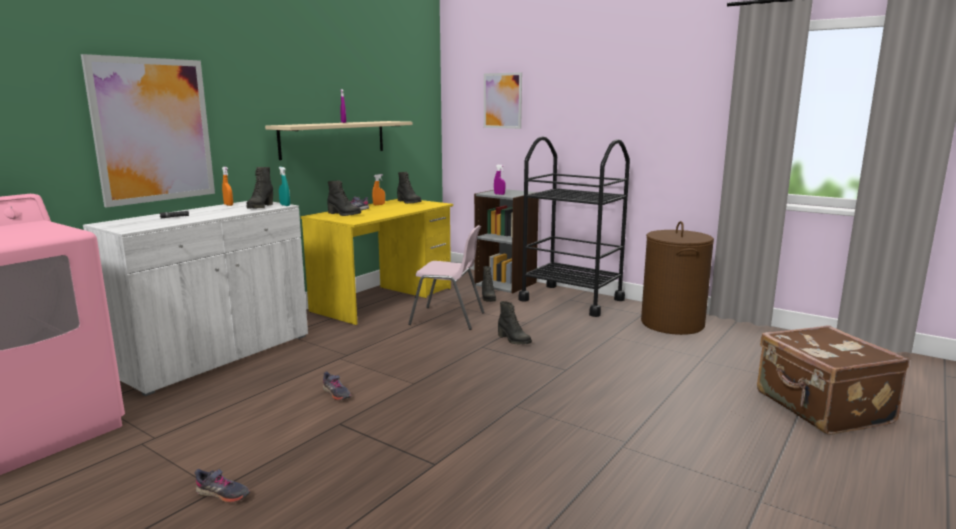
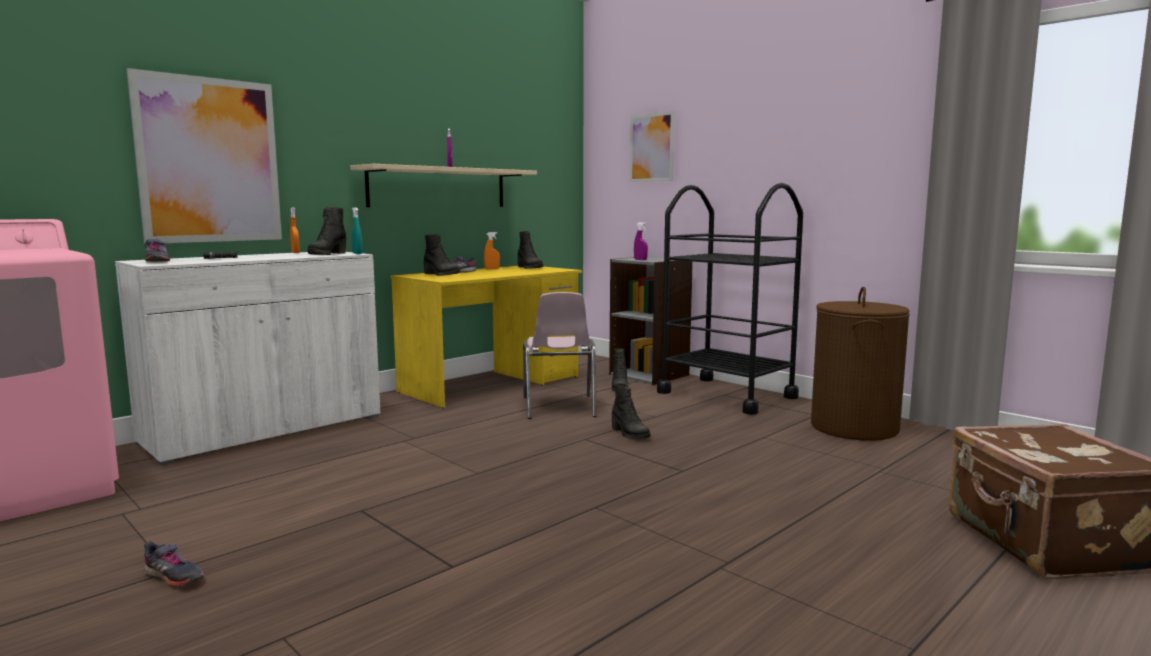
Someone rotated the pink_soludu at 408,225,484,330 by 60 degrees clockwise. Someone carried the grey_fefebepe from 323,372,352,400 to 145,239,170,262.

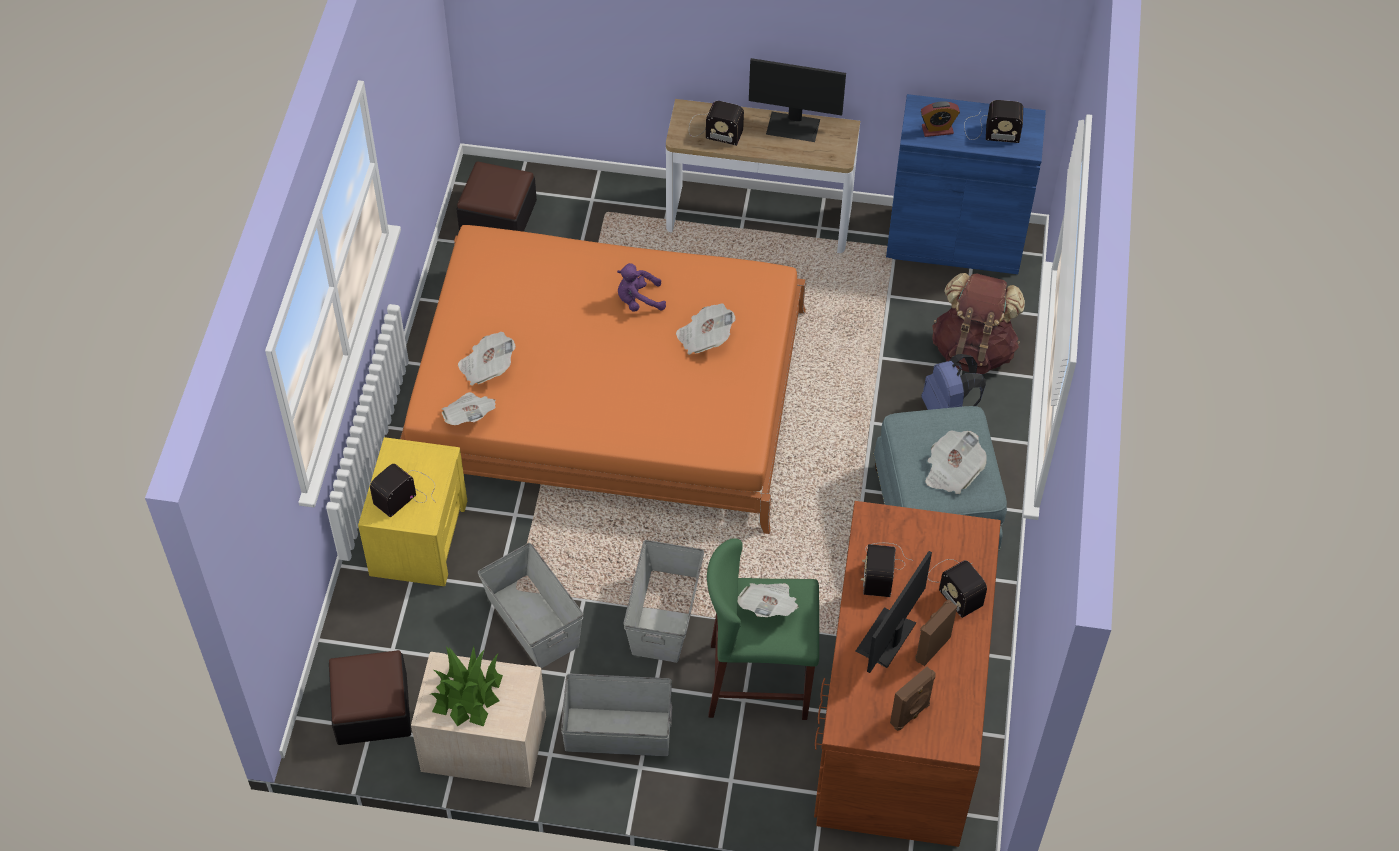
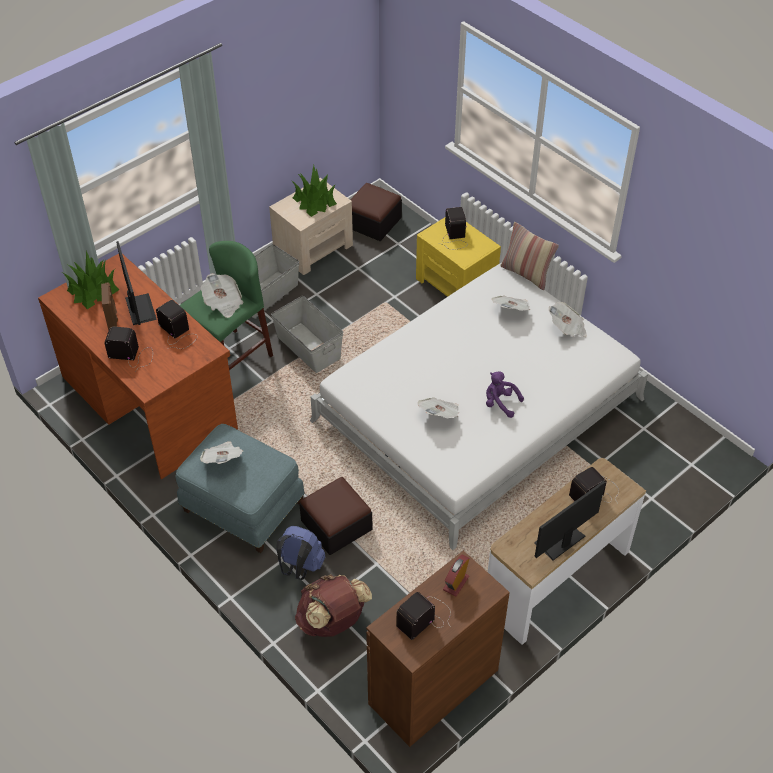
Someone repainted the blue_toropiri at 886,94,1046,274, which became the brown_toropiri at 366,551,510,747. Someone carried the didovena from 456,161,537,232 to 299,477,372,555. Someone repainted the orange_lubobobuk at 400,225,806,534, which became the white_lubobobuk at 310,263,648,550. Someone rotated the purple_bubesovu at 617,263,666,312 by 90 degrees counterclockwise. Someone carried the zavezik from 442,392,496,425 to 549,302,587,337. Someone took away the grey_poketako at 478,543,583,669. Someone swapped the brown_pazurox at 890,666,936,731 for the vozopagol at 63,250,120,309. Someone put down the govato at 500,222,559,290.

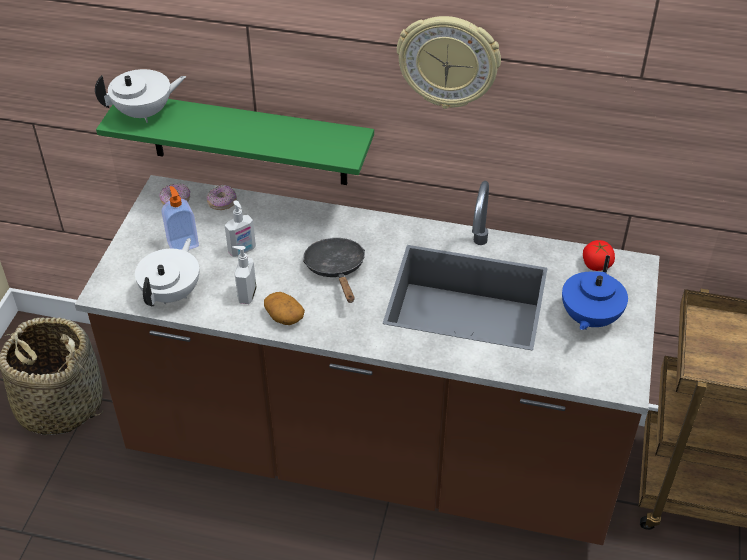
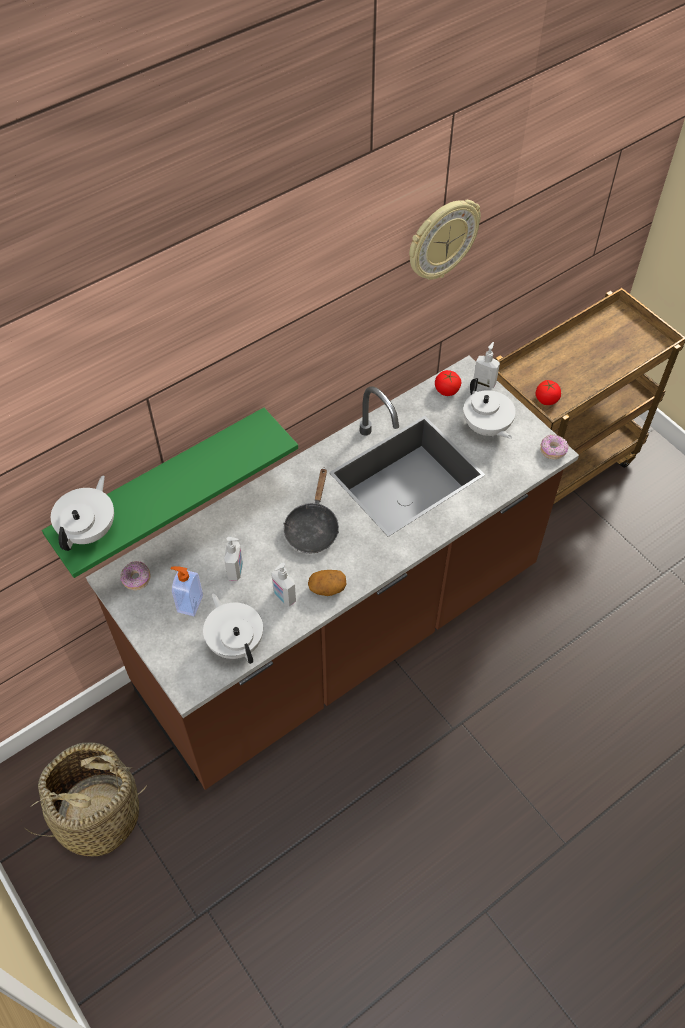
Someone carried the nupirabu from 397,16,501,109 to 409,200,481,280. Someone carried the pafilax from 207,185,237,210 to 541,434,569,459. Someone rotated the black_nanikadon at 303,238,365,303 by 105 degrees counterclockwise. Someone repainted the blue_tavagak at 562,255,628,330, which became the white_tavagak at 463,378,516,439. Someone put down the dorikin at 473,342,500,388. Someone put down the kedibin at 536,380,561,405.

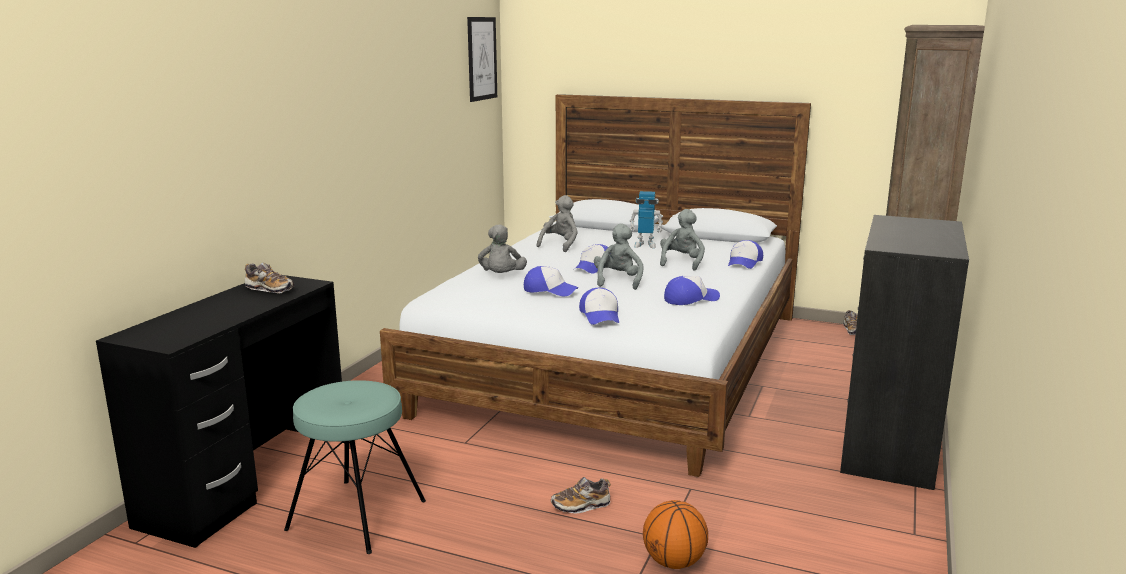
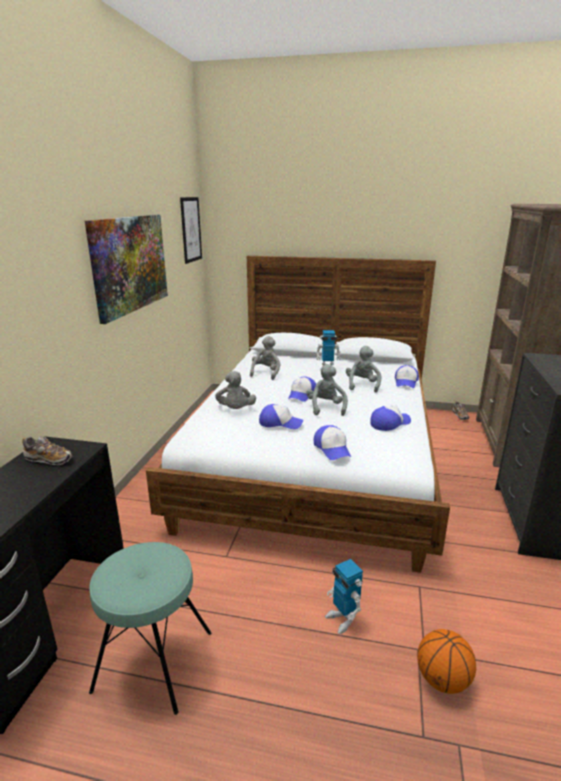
Someone swapped the fefebepe at 551,477,611,513 for the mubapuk at 325,559,363,634. Someone put up the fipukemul at 85,215,168,324.

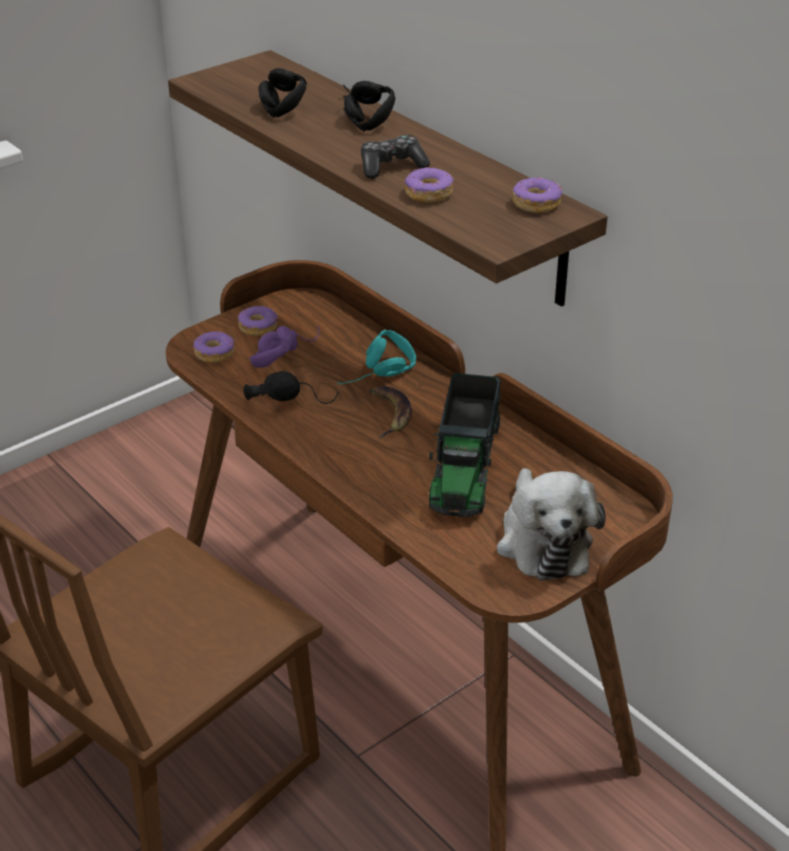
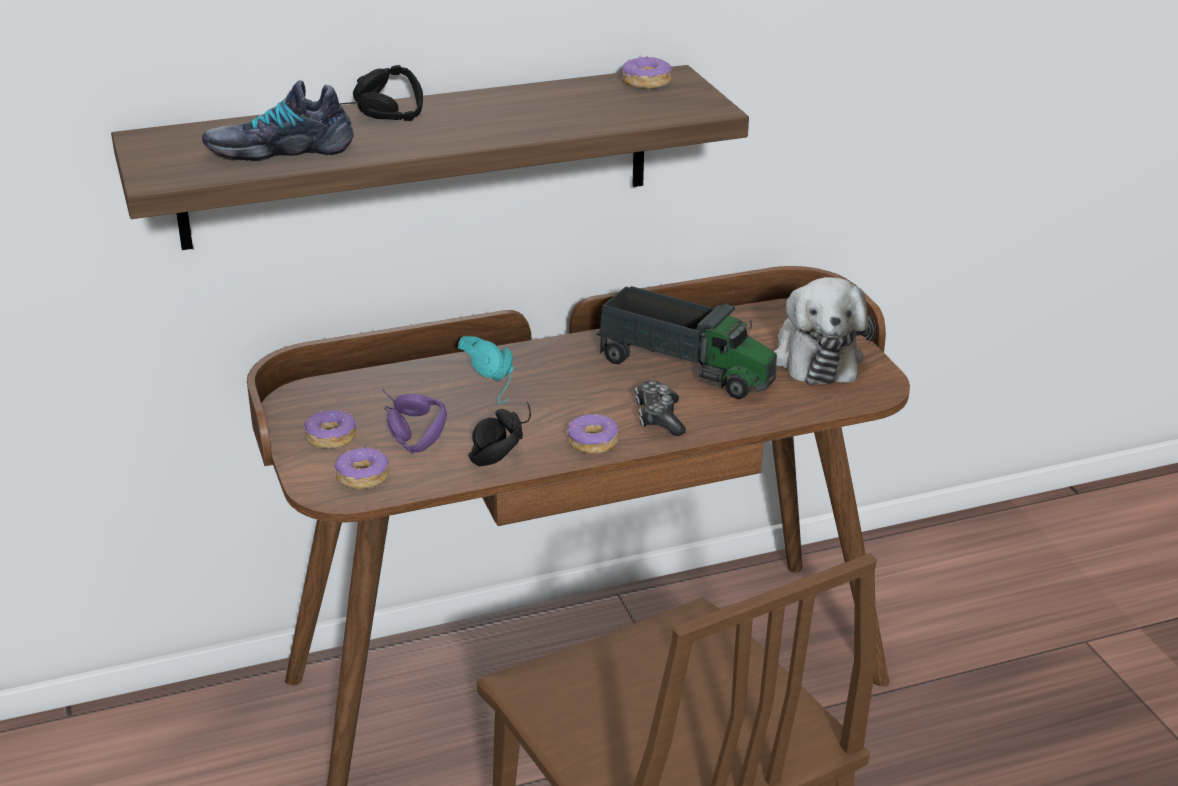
Someone swapped the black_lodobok at 258,68,307,118 for the fefebepe at 202,80,354,161. Someone carried the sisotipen from 361,135,430,179 to 635,380,686,436. Someone carried the pafilax from 405,167,454,203 to 567,414,619,454. Someone took away the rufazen at 369,386,412,438. Someone rotated the bubesovu at 497,468,606,581 by 75 degrees clockwise.

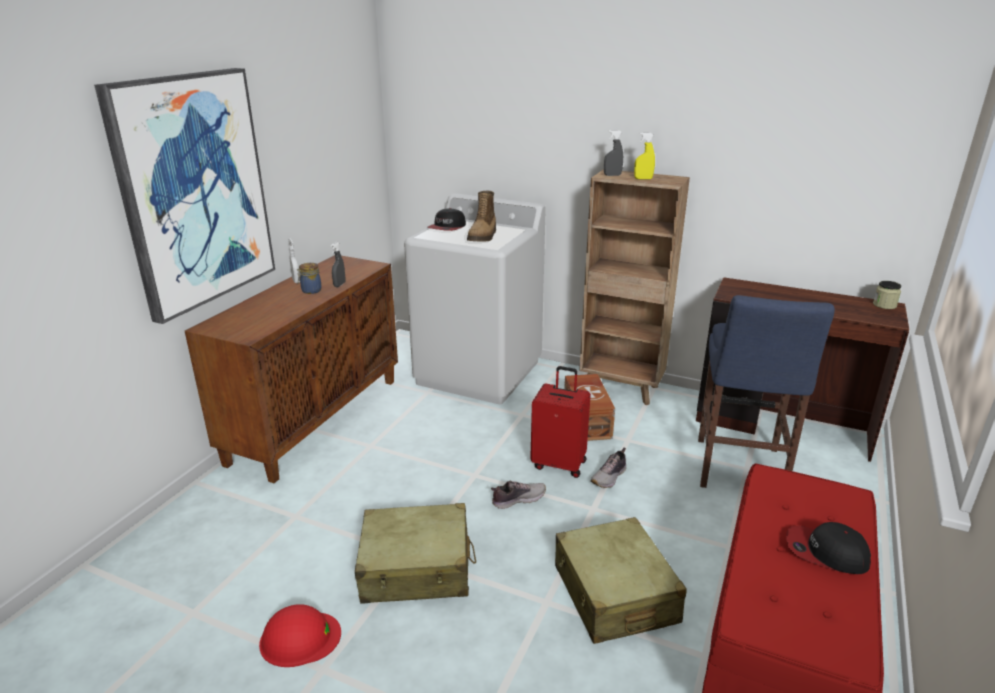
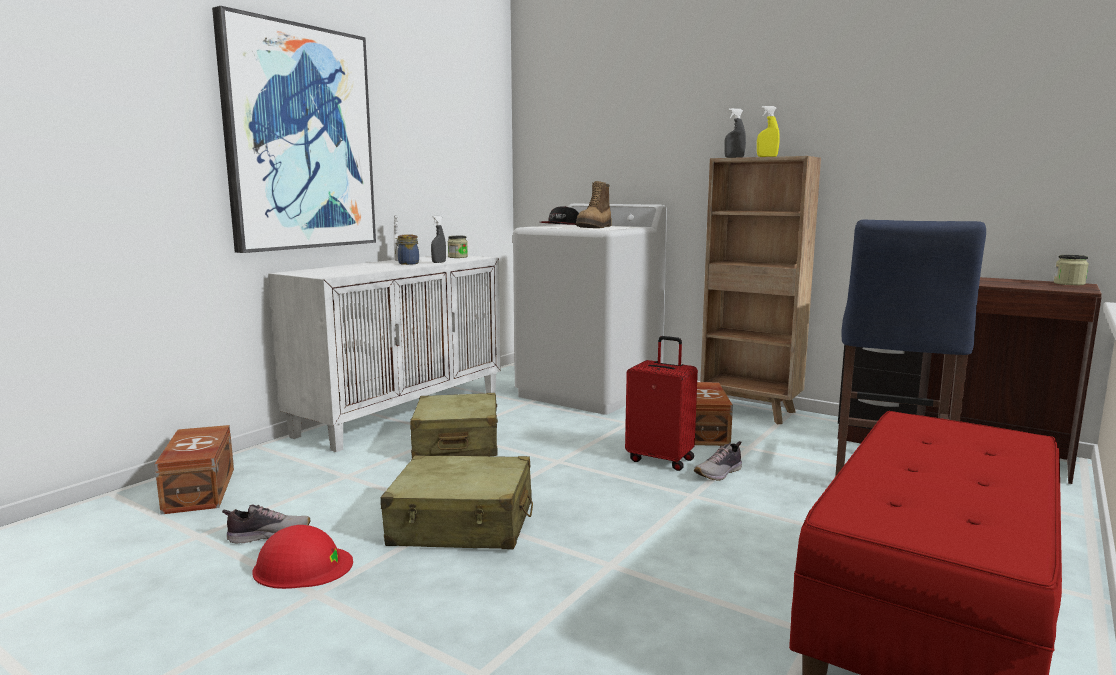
Someone repainted the brown_toropiri at 185,255,398,483, which became the white_toropiri at 268,254,501,452. Someone carried the fefebepe from 491,480,546,509 to 222,504,310,544. Someone carried the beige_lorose from 555,517,687,644 to 410,393,498,458. Someone took away the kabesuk at 786,522,871,574. Someone put down the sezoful at 448,236,468,258. Someone put down the brown_poketako at 155,425,234,515.

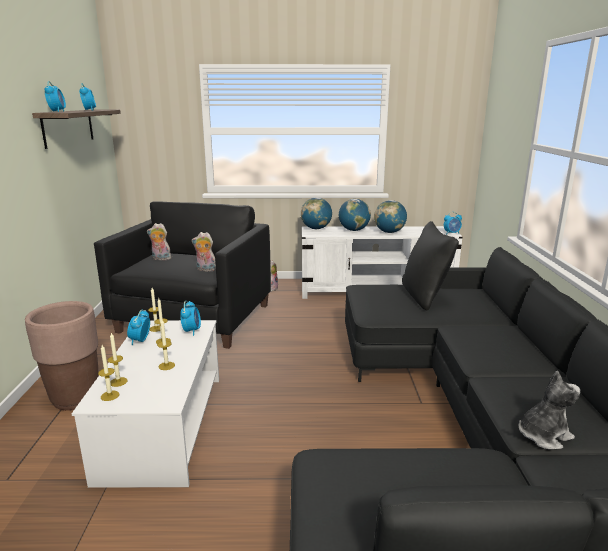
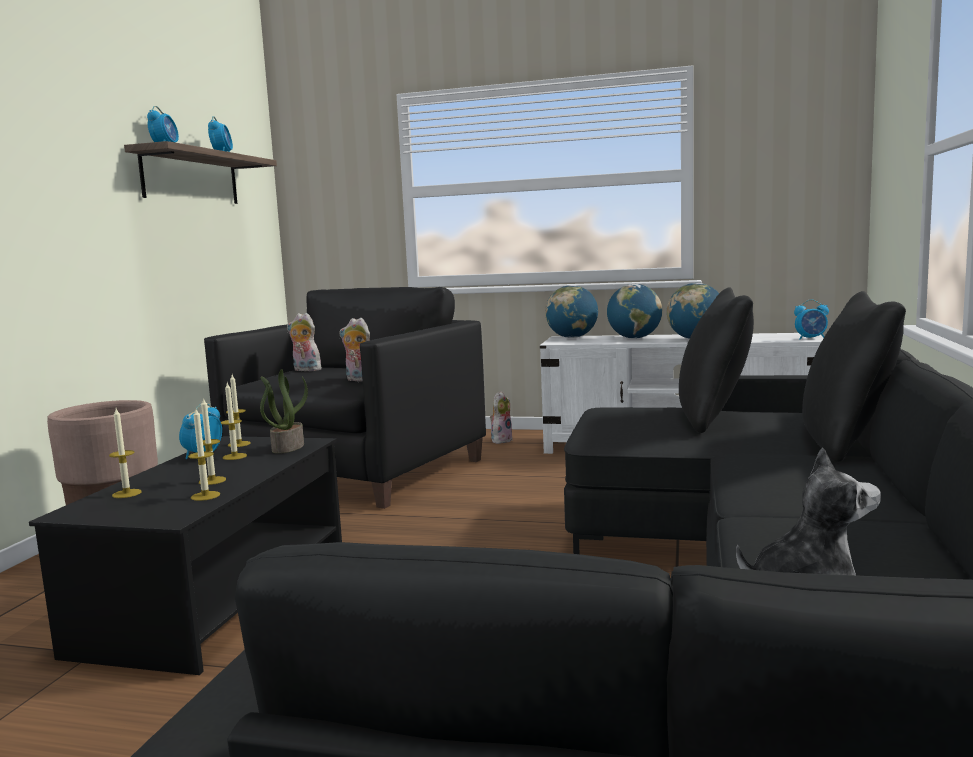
Someone swapped the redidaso at 180,301,201,336 for the vozopagol at 260,369,308,454. Someone repainted the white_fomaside at 72,320,219,488, which became the black_fomaside at 29,436,342,675. Someone carried the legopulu from 98,345,119,401 to 188,409,220,501. Someone put down the black_govato at 802,291,906,462.

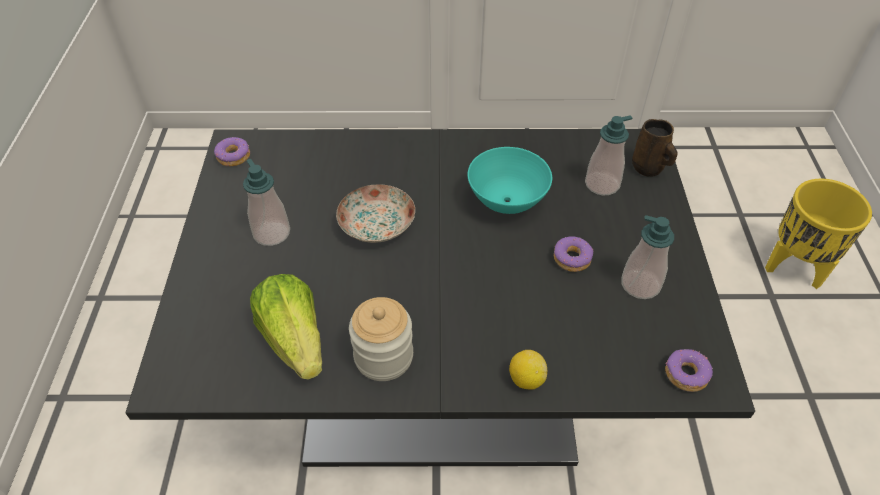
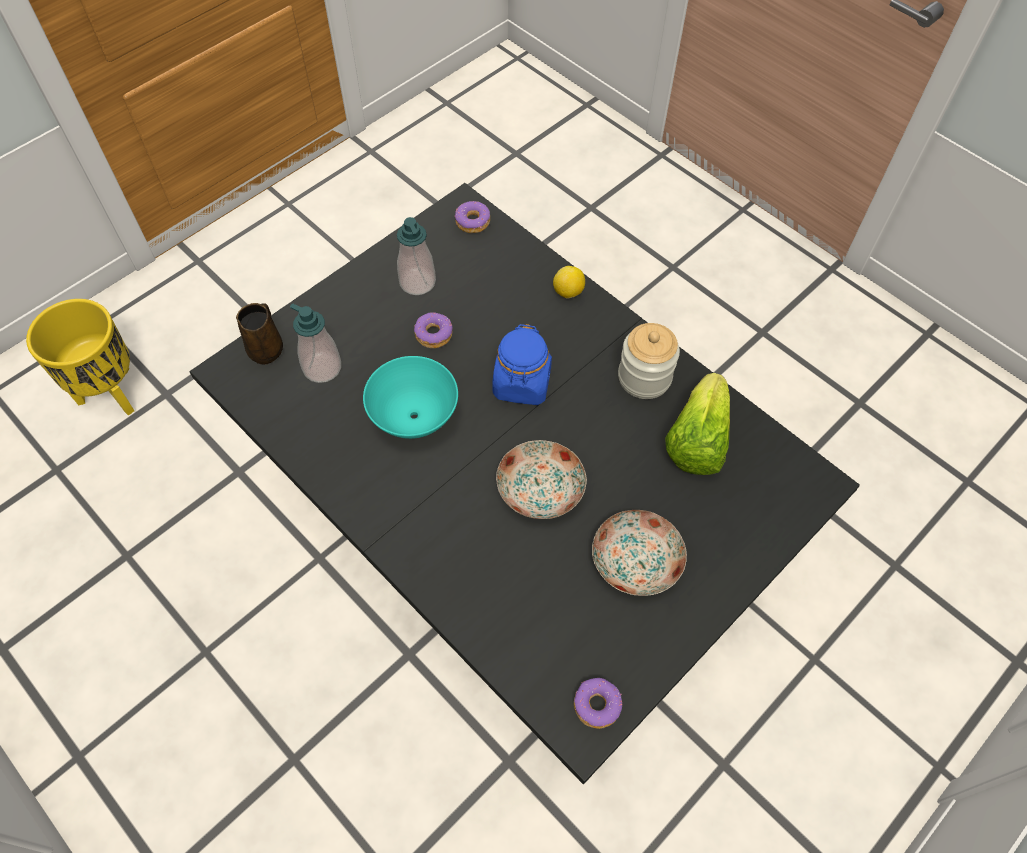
Someone swapped the dorikin at 243,159,290,246 for the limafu at 592,510,687,596. Someone put down the blue_sezoful at 492,324,552,405.

